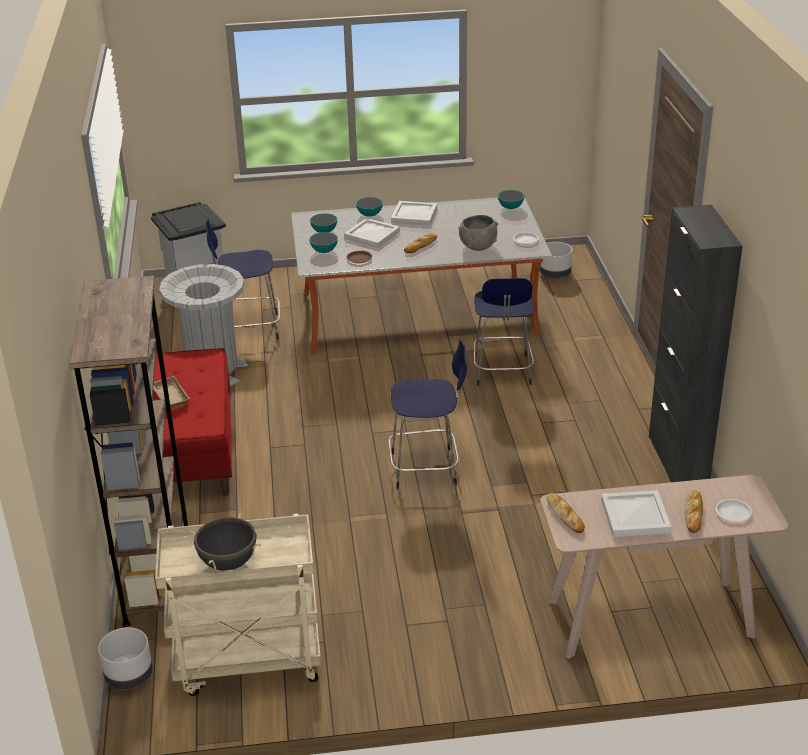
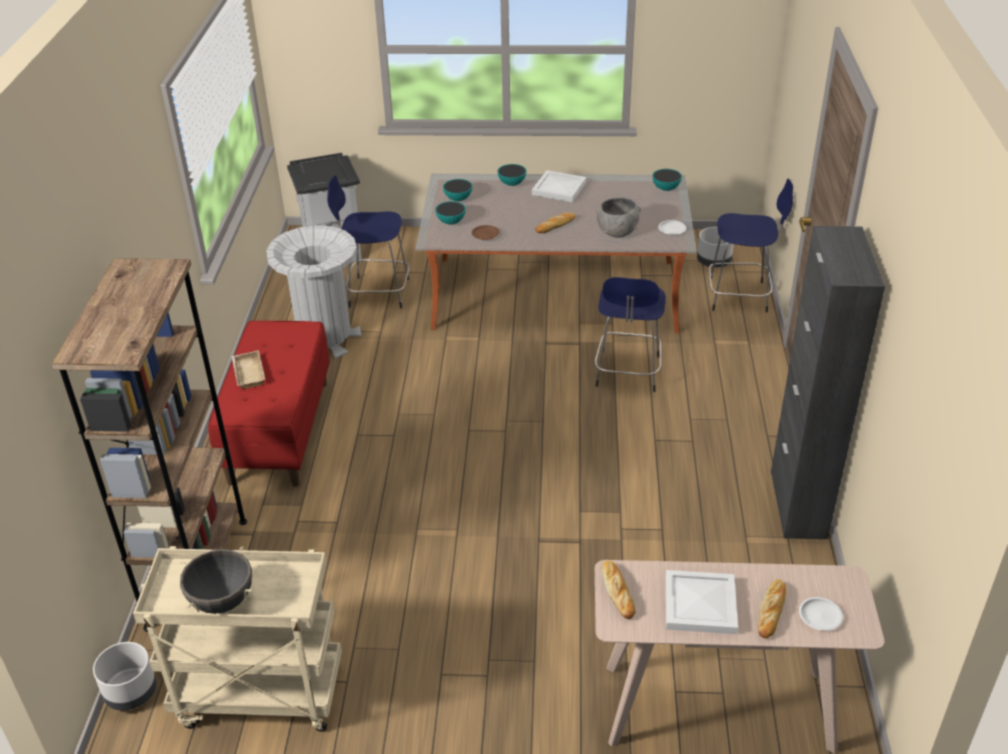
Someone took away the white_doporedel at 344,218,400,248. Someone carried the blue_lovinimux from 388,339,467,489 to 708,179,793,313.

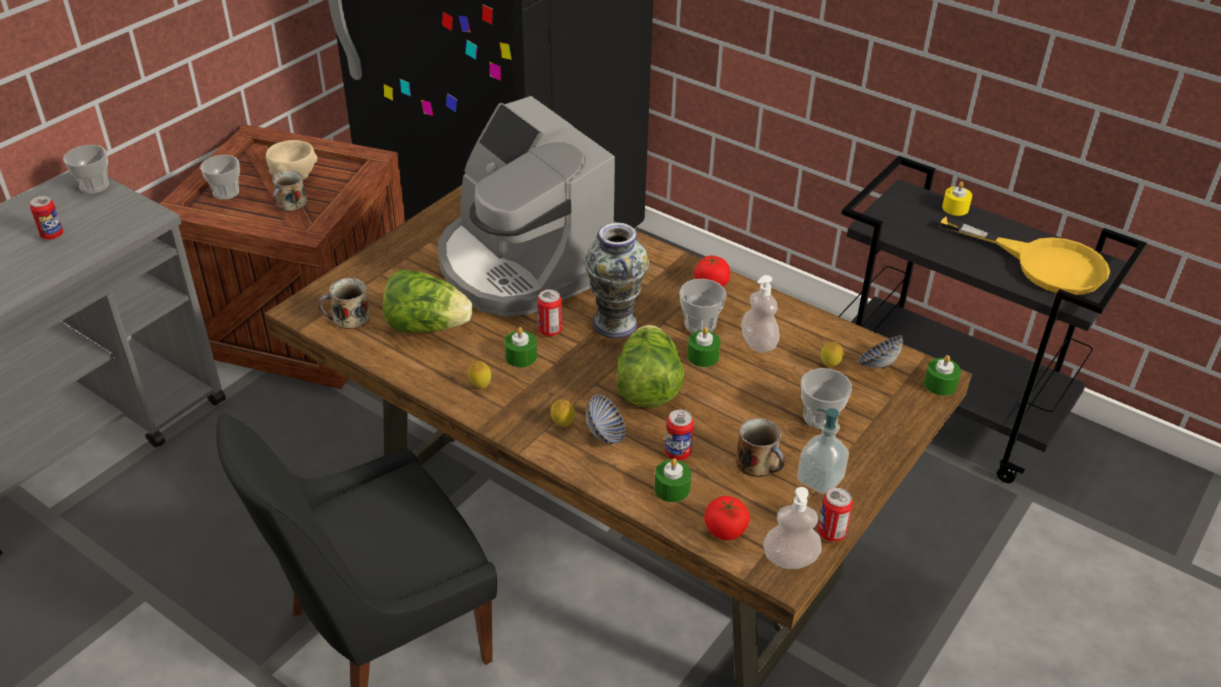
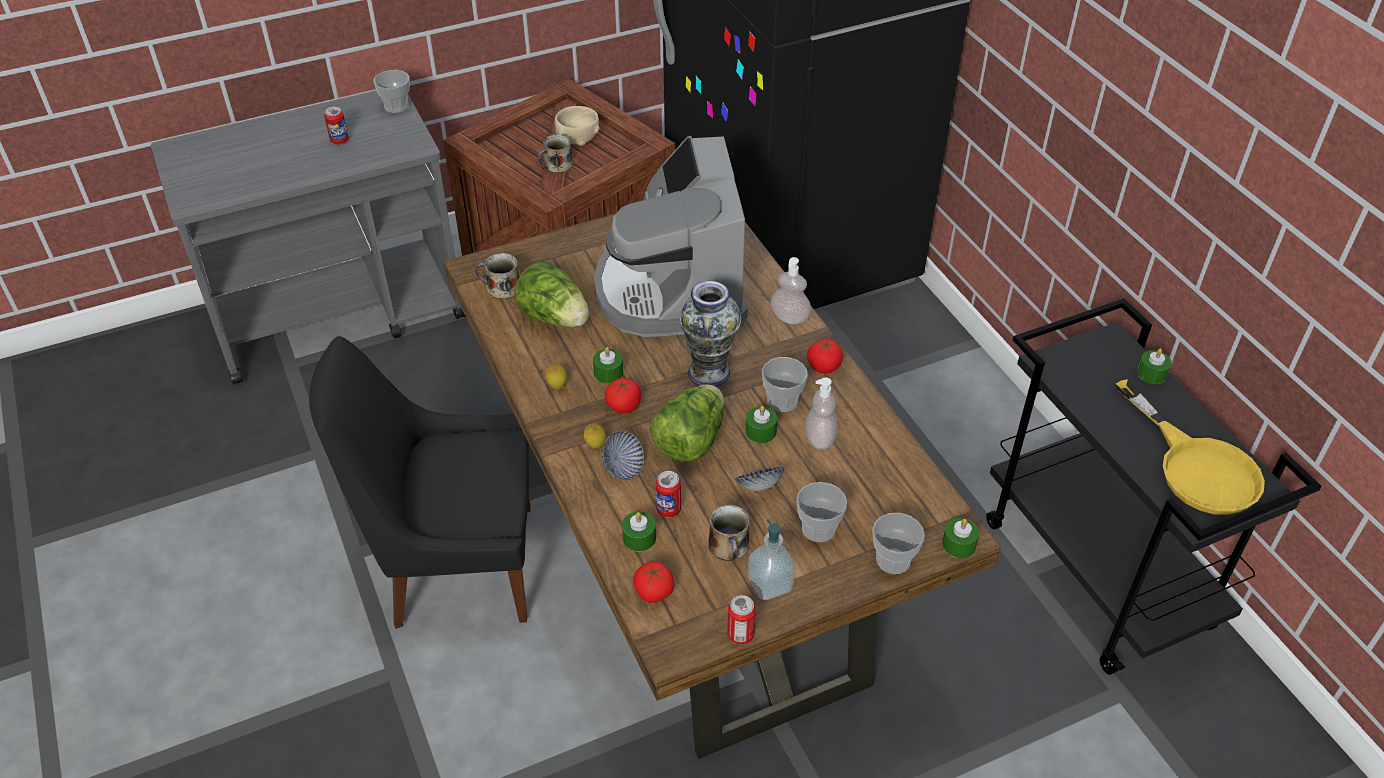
Someone carried the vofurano from 200,155,240,200 to 872,513,925,574. Someone repainted the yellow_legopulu at 942,181,972,216, which became the green_legopulu at 1137,348,1172,384. Someone took away the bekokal at 537,289,562,336. Someone carried the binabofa from 858,335,903,369 to 735,467,784,493. Someone took away the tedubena at 820,342,844,367. Someone carried the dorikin from 763,487,822,569 to 770,257,811,325. Someone put down the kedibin at 605,378,641,413.

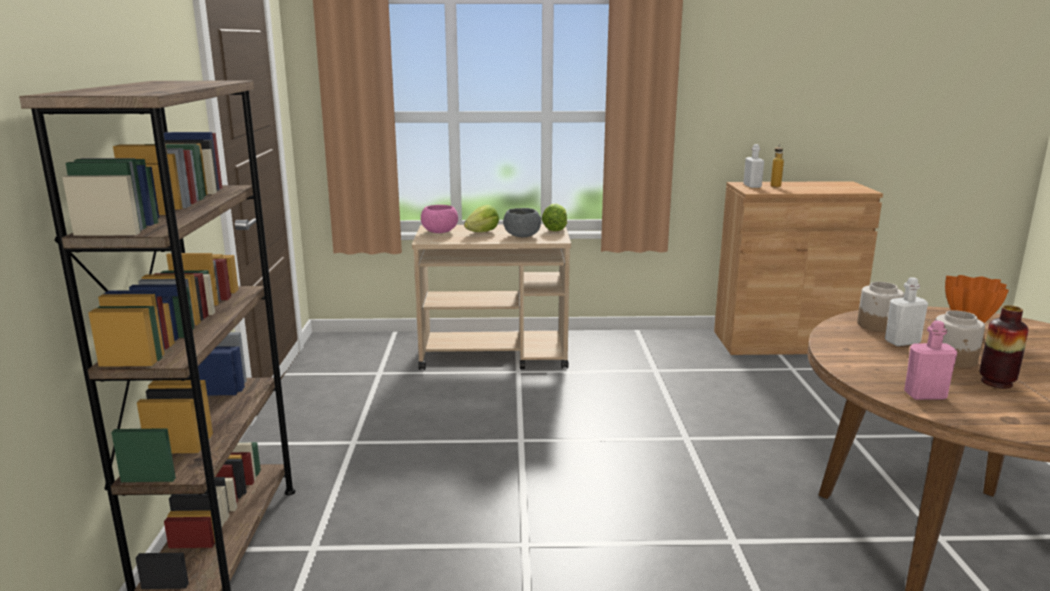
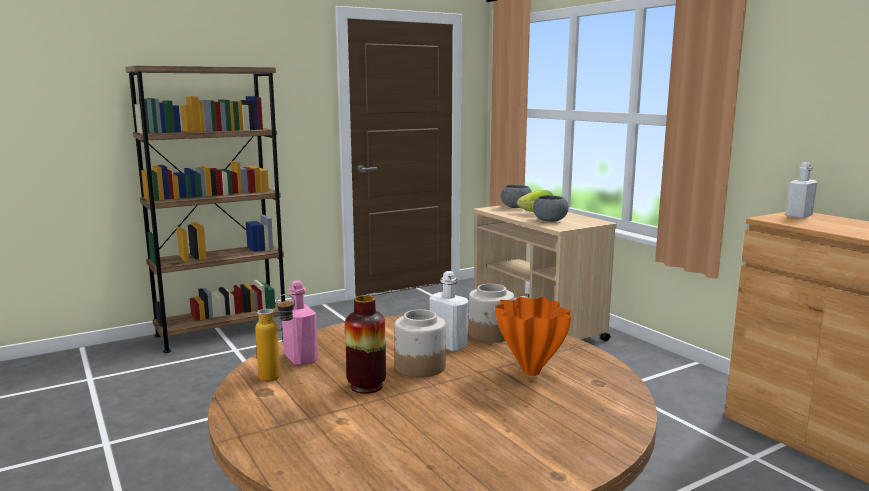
Someone carried the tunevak from 771,144,784,187 to 255,294,295,382. Someone took away the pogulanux at 542,203,567,231. Someone repainted the pink_binabofa at 421,205,458,233, which became the grey_binabofa at 501,185,532,208.

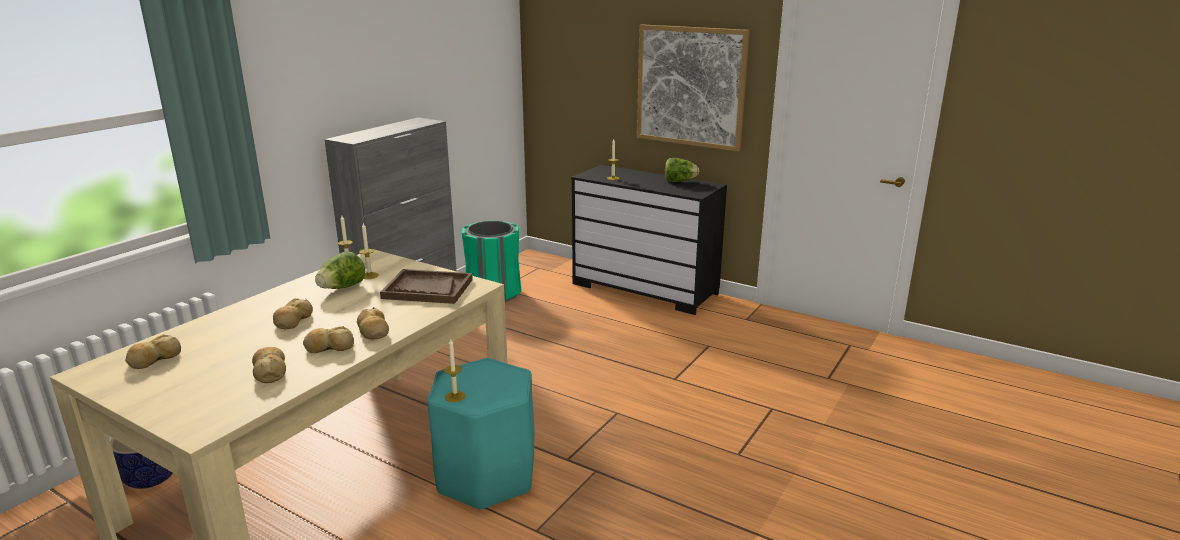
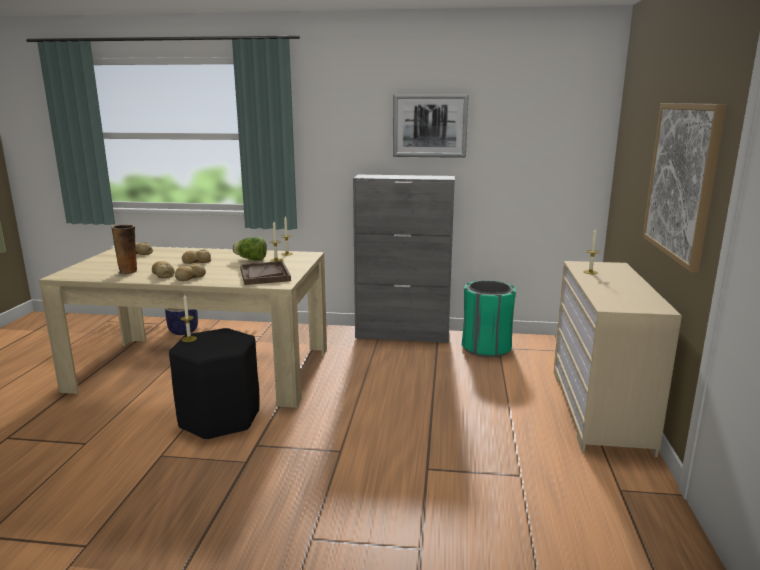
Someone took away the pogulanux at 665,158,699,182. Someone repainted the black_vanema at 571,165,727,315, which became the beige_vanema at 554,261,682,457. Someone swapped the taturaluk at 252,347,286,383 for the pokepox at 111,225,137,274. Someone repainted the turquoise_lovinimux at 427,358,534,510, which became the black_lovinimux at 169,328,259,440. Someone put up the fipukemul at 393,94,469,158.

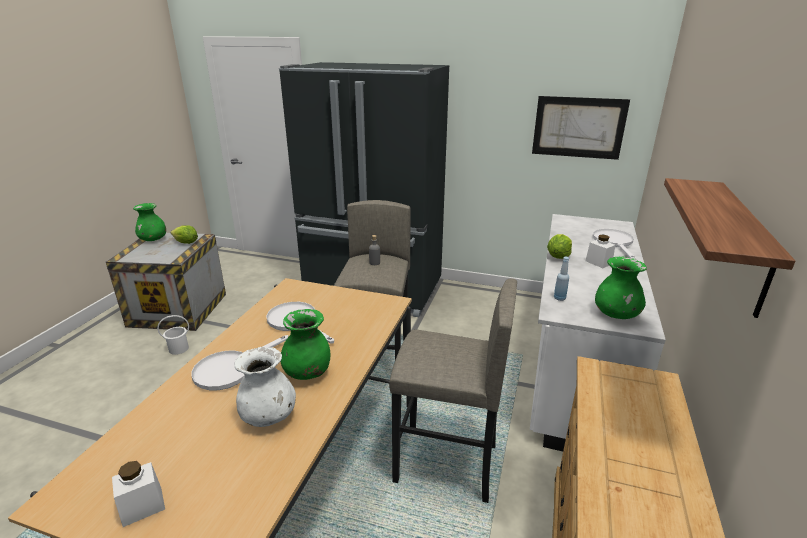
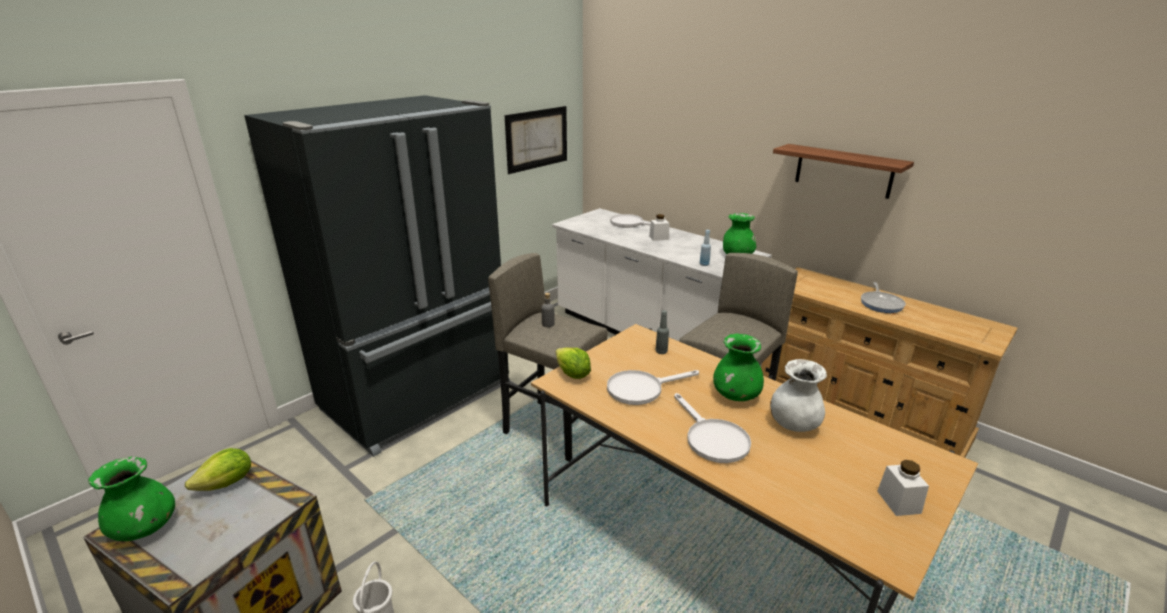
Someone carried the pogulanux from 547,234,572,259 to 556,348,591,379. Someone put down the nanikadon at 861,282,906,313. Someone put down the grey_tunevak at 656,310,669,354.

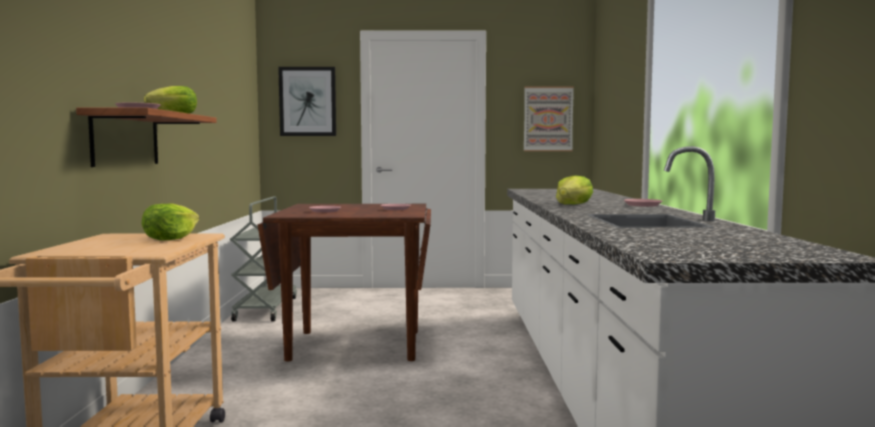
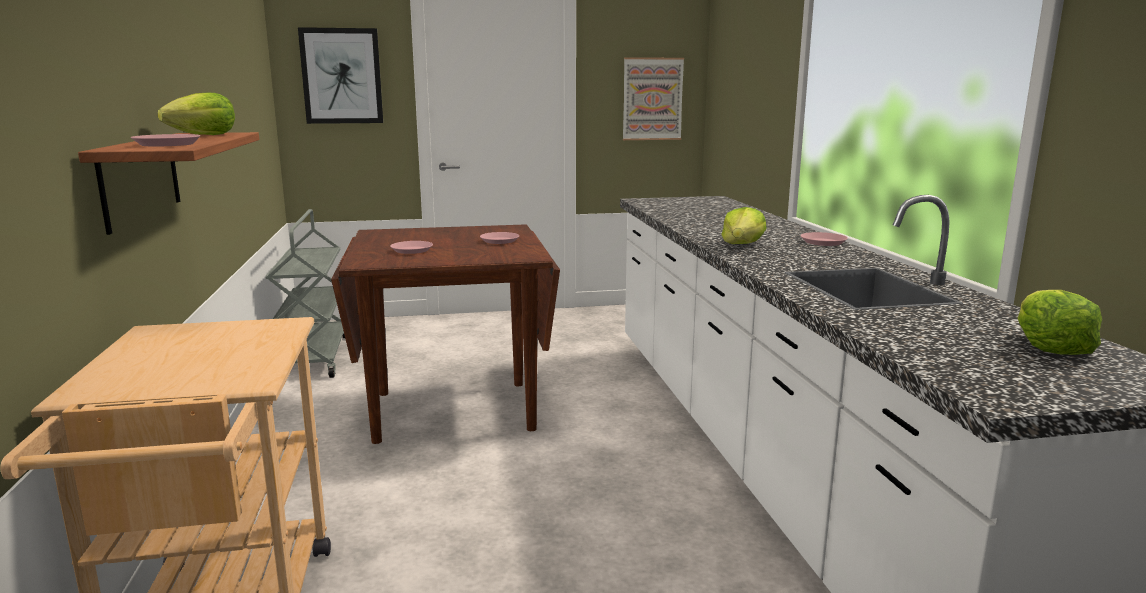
Someone carried the pogulanux from 142,204,199,240 to 1018,290,1102,355.

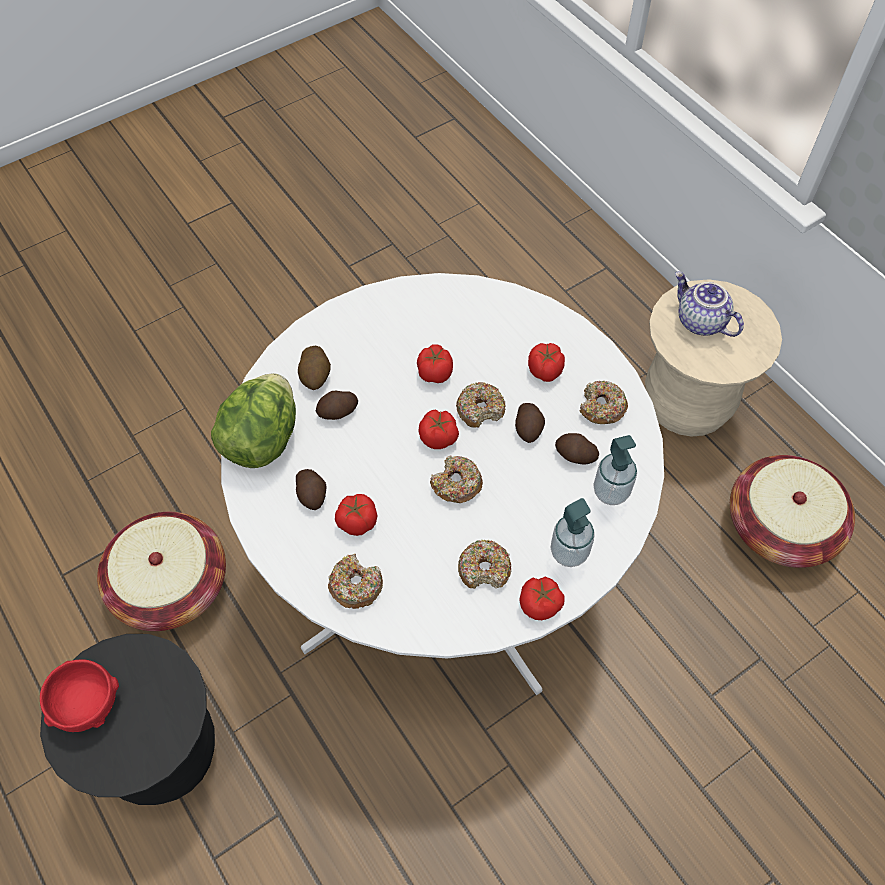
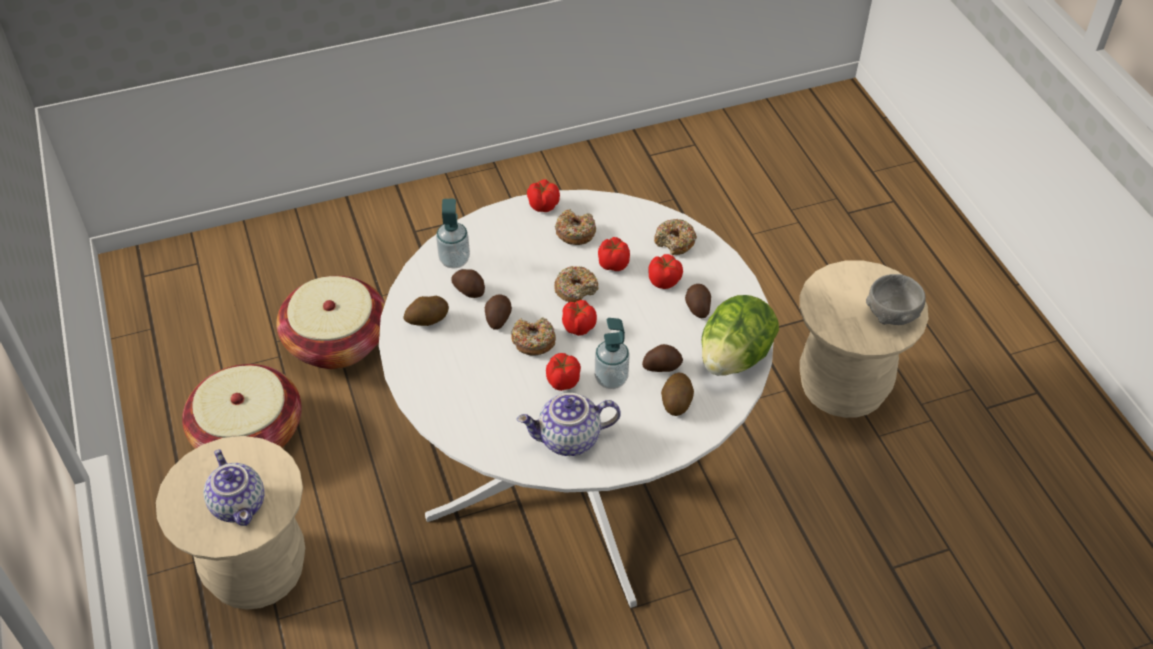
Someone carried the kedibin from 528,343,565,382 to 598,237,630,271. Someone swapped the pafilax at 579,381,628,424 for the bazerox at 403,296,449,326. Someone carried the dorikin from 551,498,595,567 to 595,318,629,389. Someone carried the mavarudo from 97,512,226,631 to 276,276,385,369. Someone repainted the black_lovinimux at 40,634,215,805, which became the beige_lovinimux at 800,260,929,418. Someone repainted the red_binabofa at 40,659,119,732, which became the grey_binabofa at 866,274,926,325. Someone put down the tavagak at 517,393,621,456.

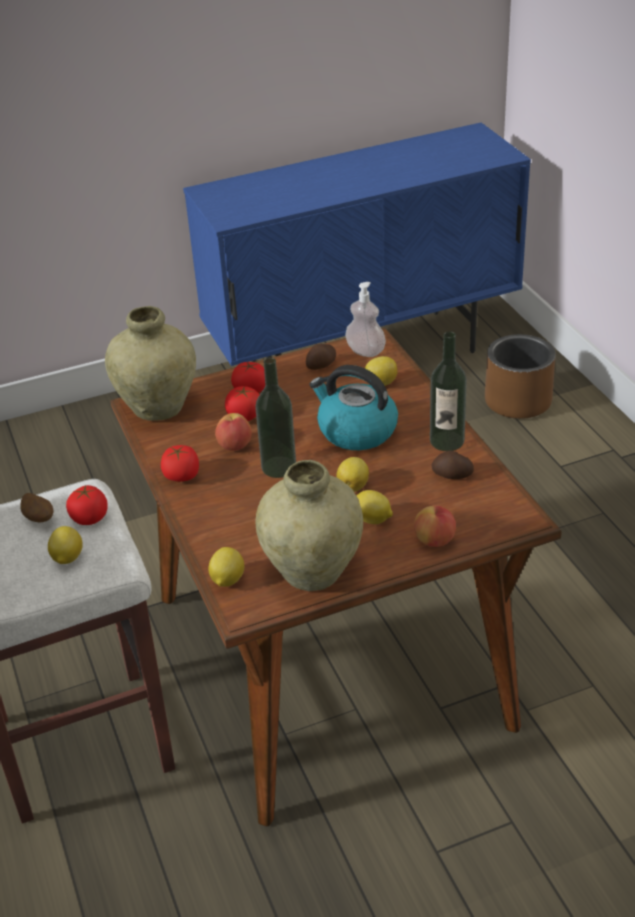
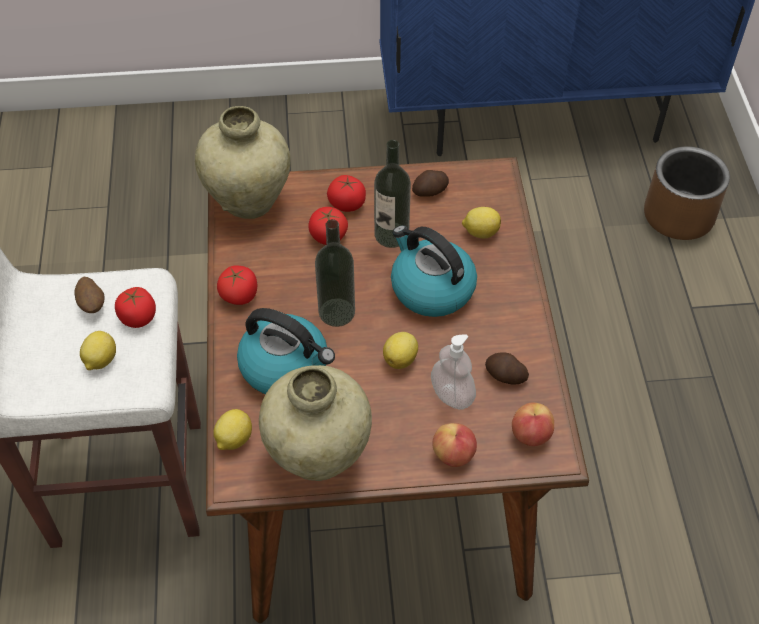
Someone carried the dorikin from 345,282,386,357 to 431,334,476,409. Someone carried the tunevak from 430,331,467,451 to 374,140,411,248. Someone carried the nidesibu from 215,413,252,451 to 512,403,554,446. Someone took away the tedubena at 357,490,393,524. Someone put down the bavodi at 237,308,335,394.

